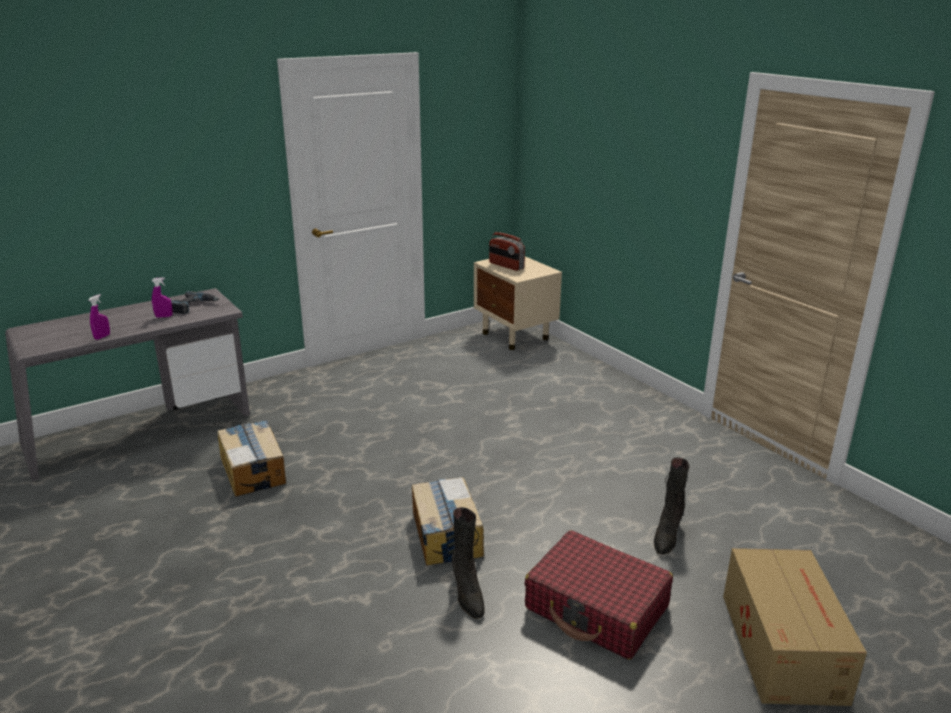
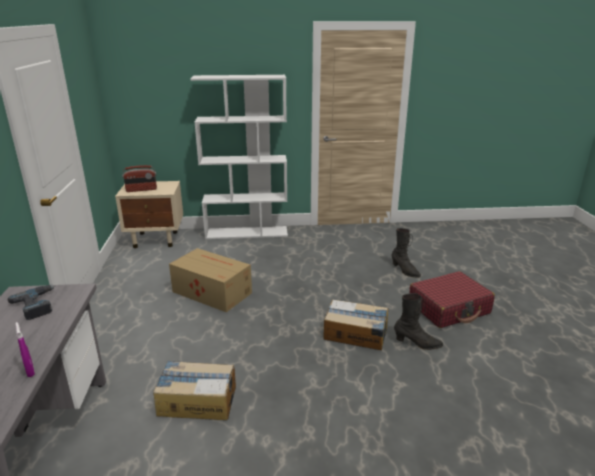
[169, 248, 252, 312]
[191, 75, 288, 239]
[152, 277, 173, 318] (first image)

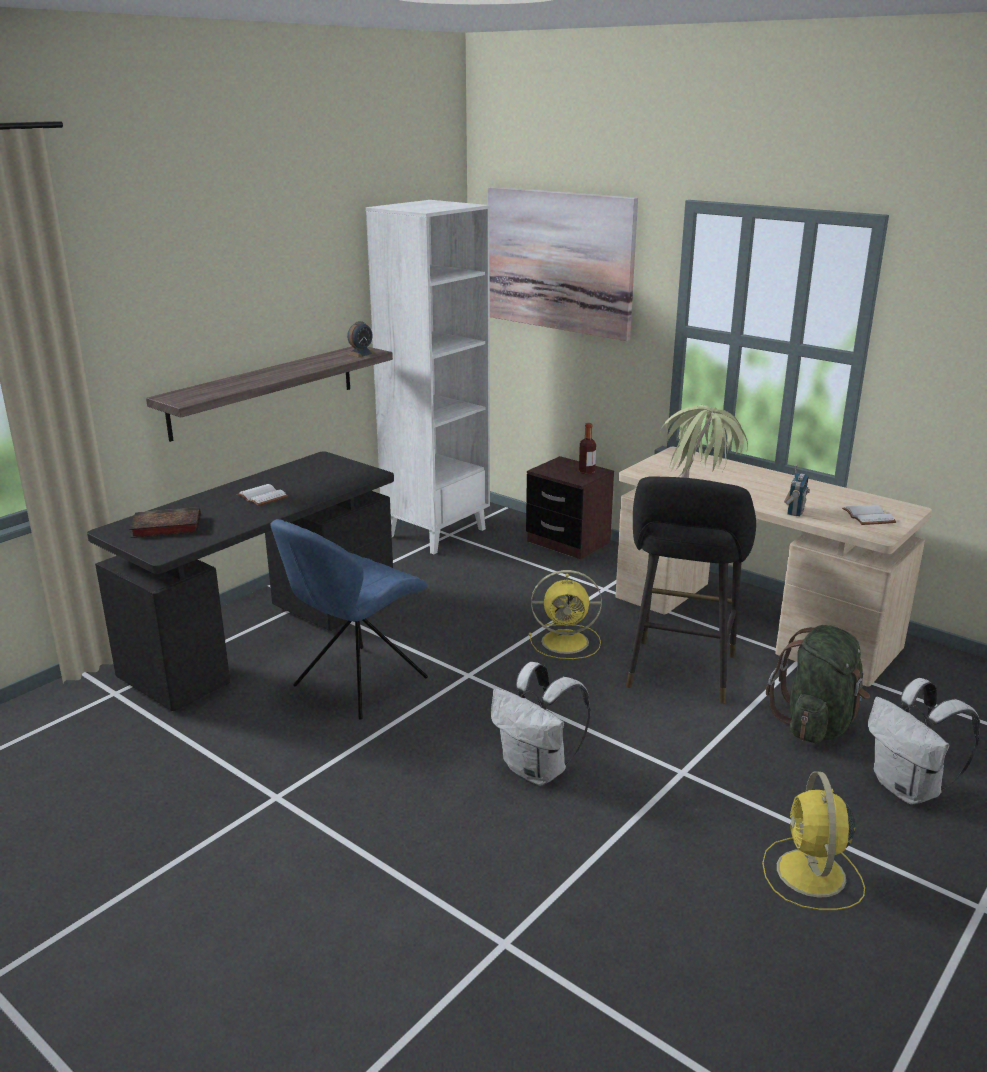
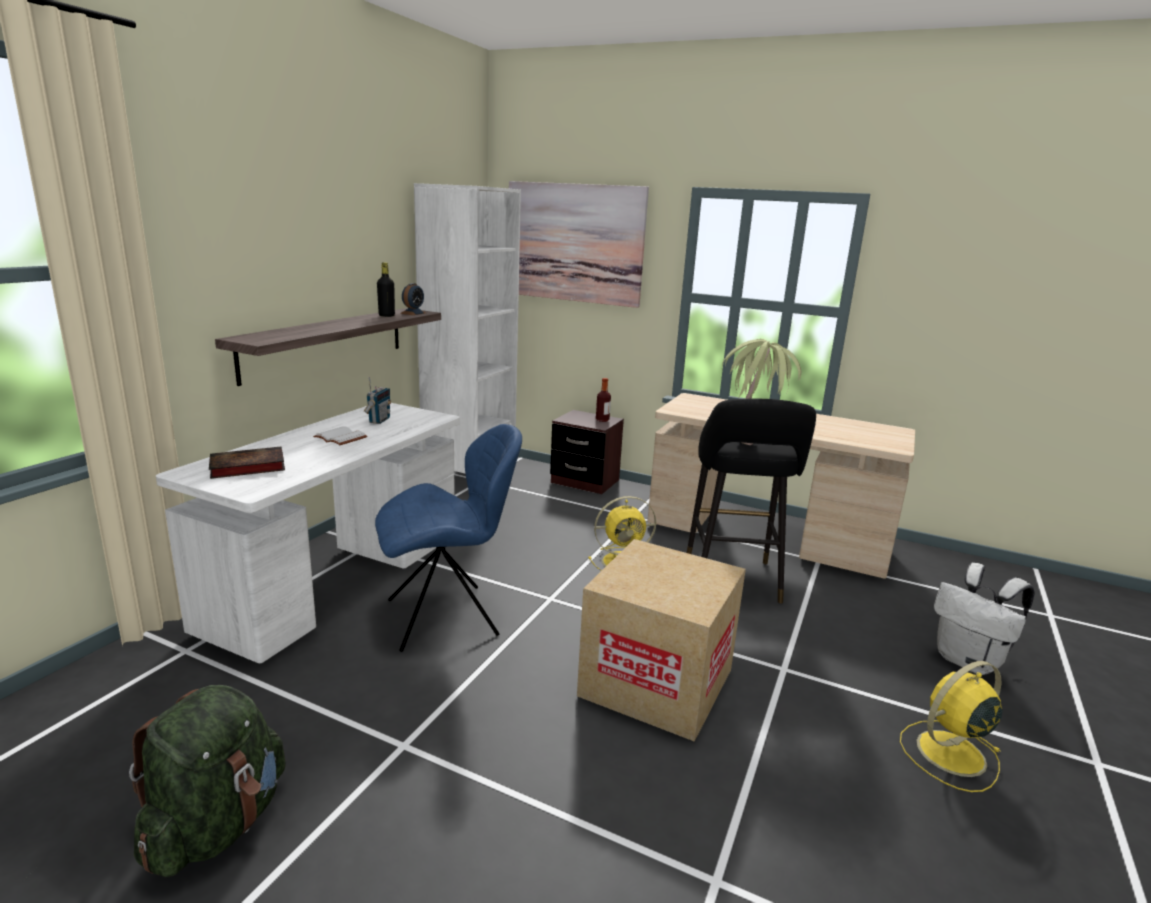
[129, 685, 286, 877]
[156, 403, 460, 663]
[364, 377, 391, 424]
[375, 424, 522, 652]
[377, 262, 395, 317]
[577, 539, 746, 742]
[900, 661, 1002, 792]
[842, 505, 896, 525] (first image)

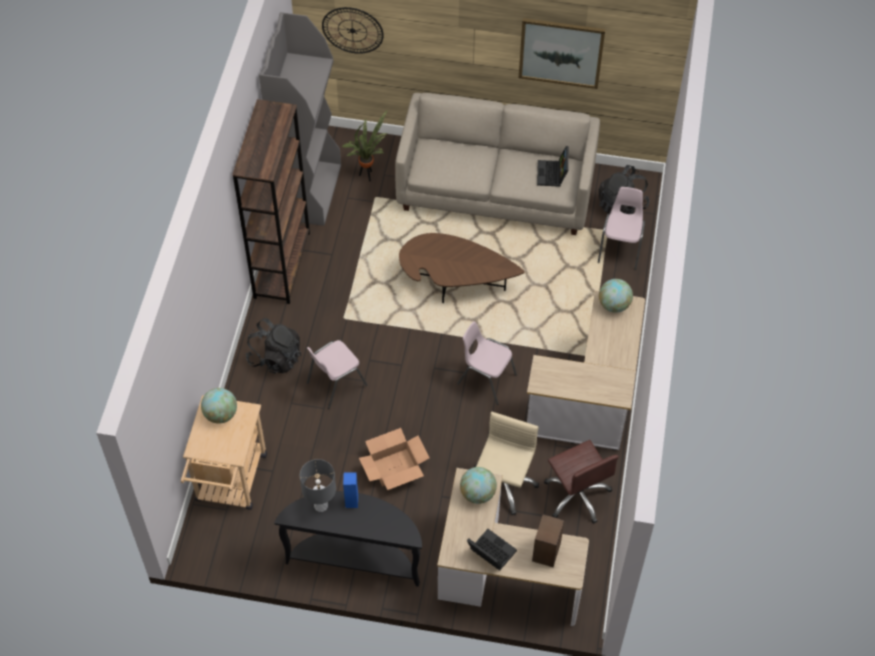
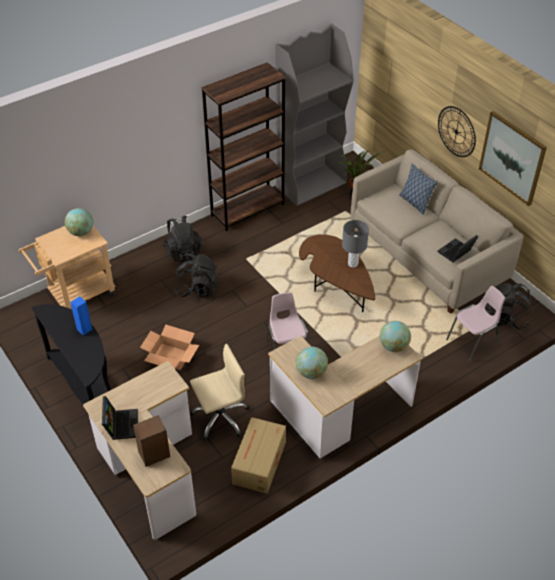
[174, 253, 219, 297]
[231, 417, 286, 494]
[296, 347, 328, 379]
[342, 220, 369, 268]
[399, 163, 437, 215]
[438, 106, 476, 157]

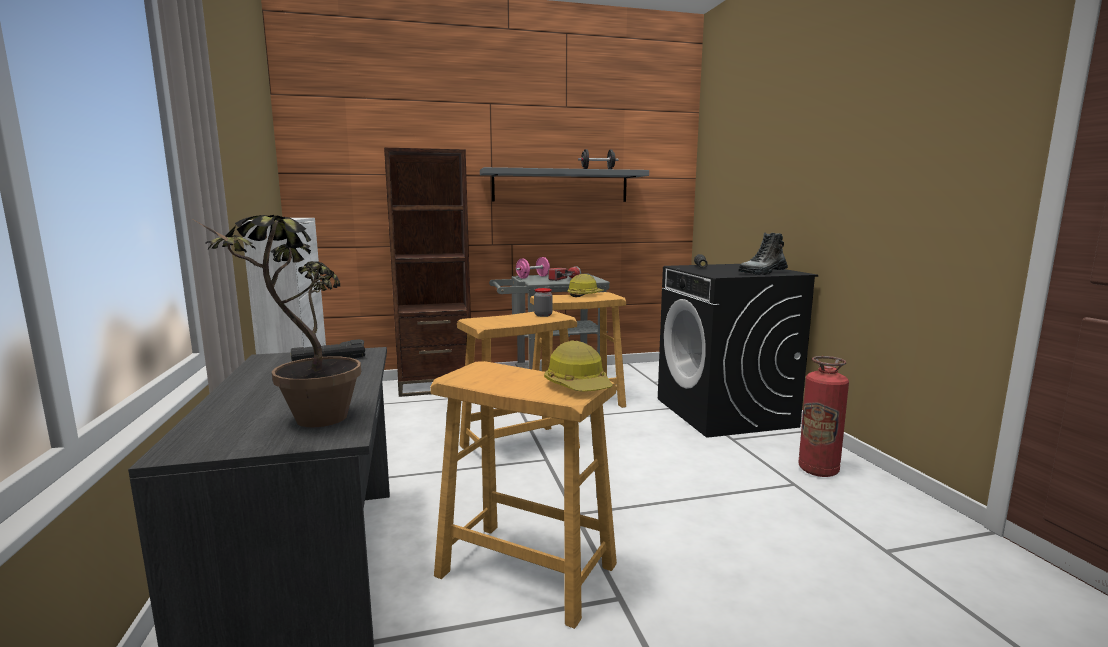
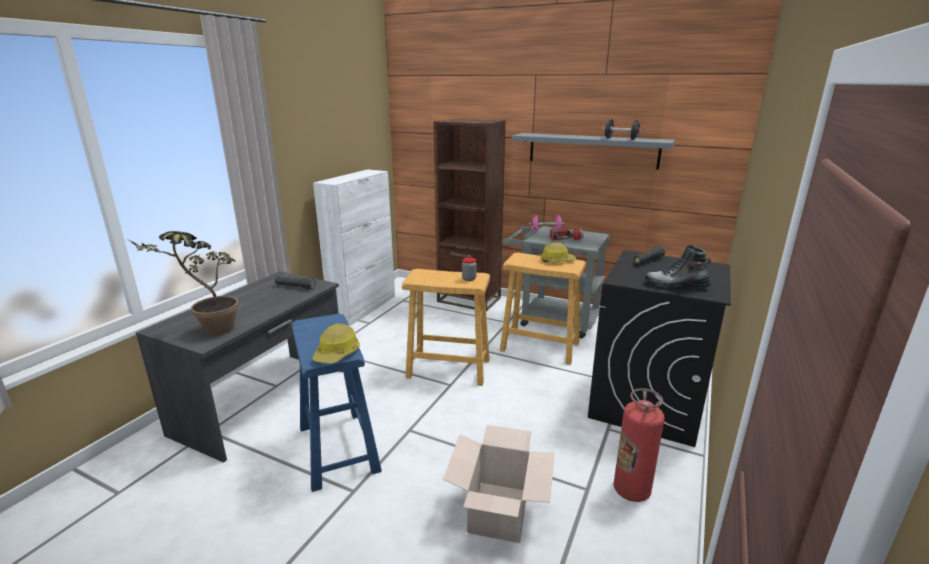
[291, 313, 382, 492]
[443, 425, 555, 543]

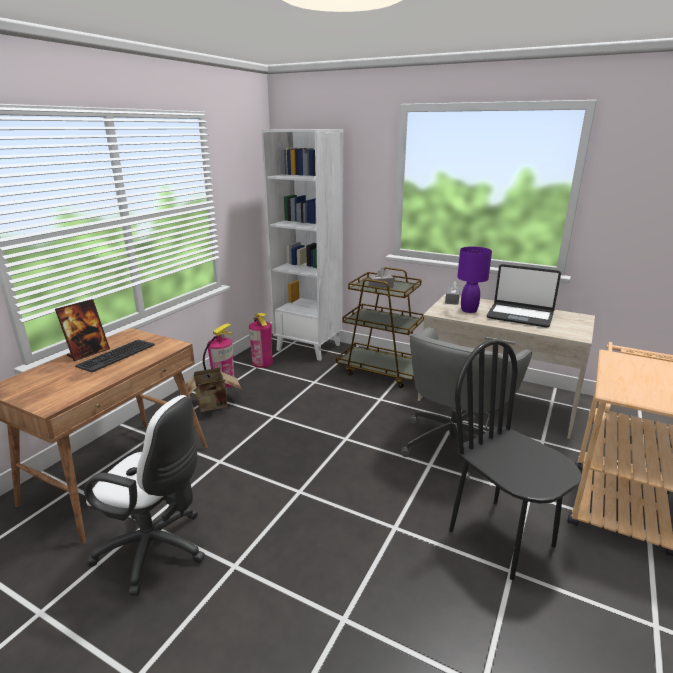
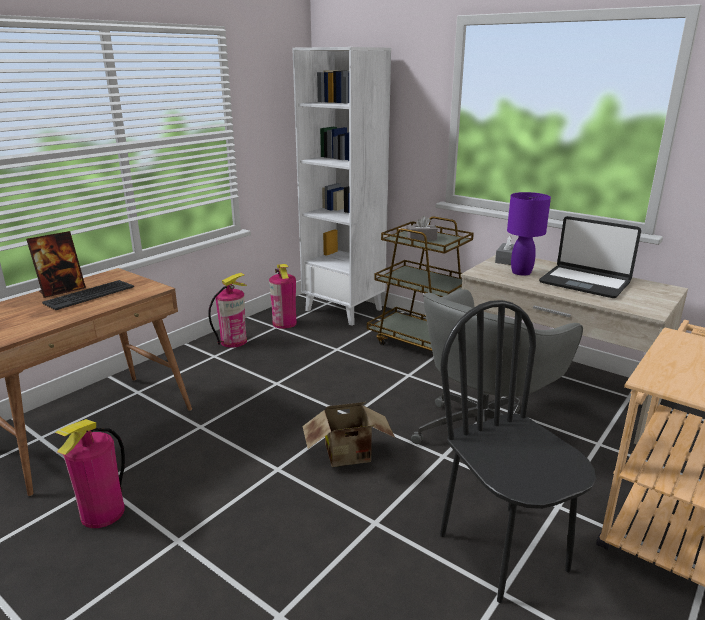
[55, 419, 125, 528]
[302, 402, 395, 467]

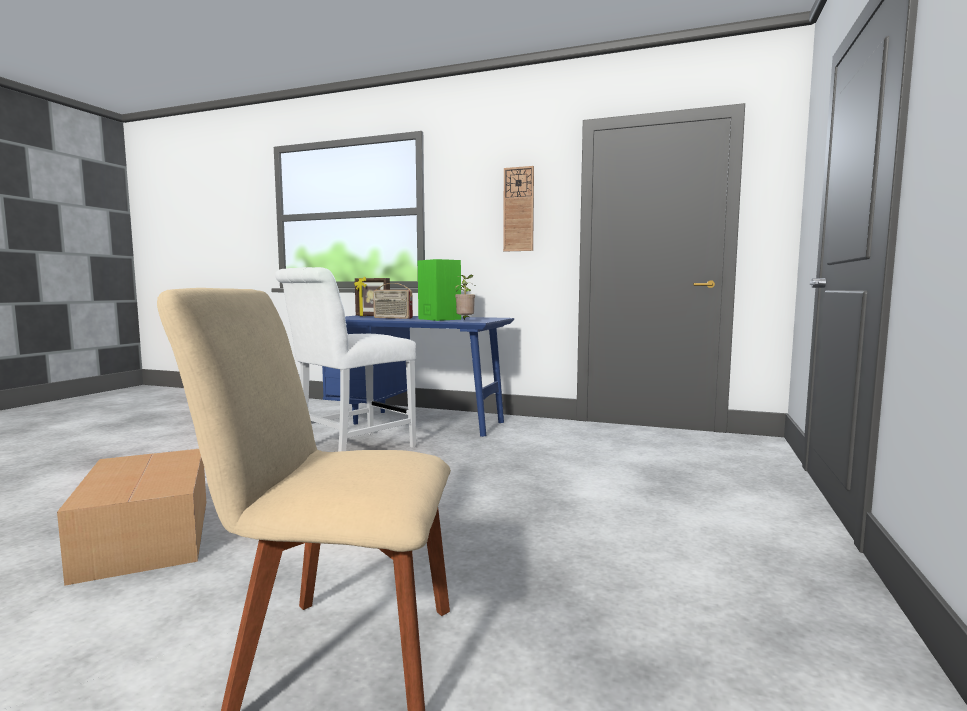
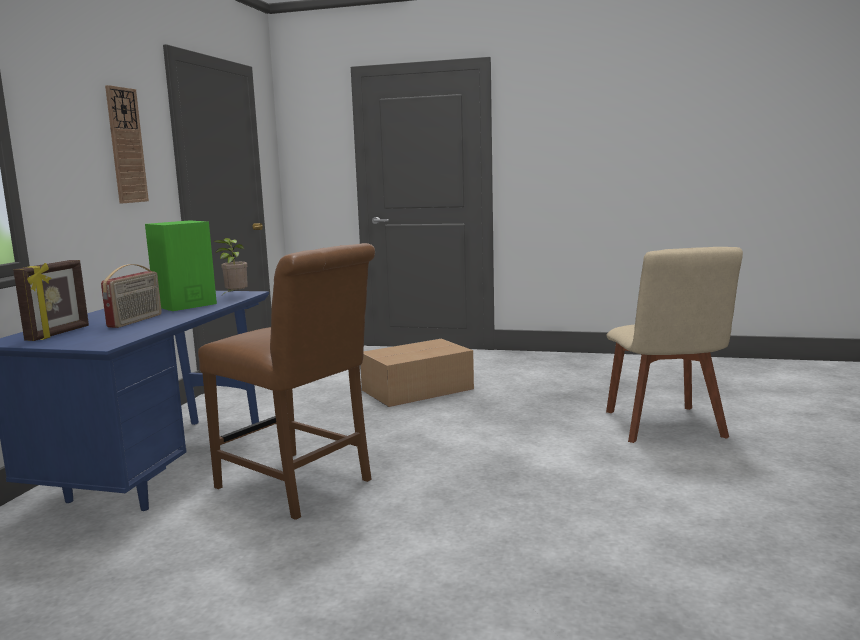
[198, 243, 375, 520]
[360, 339, 474, 407]

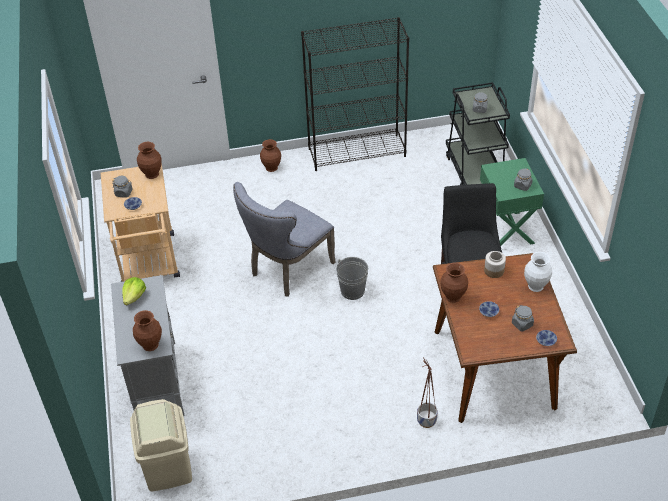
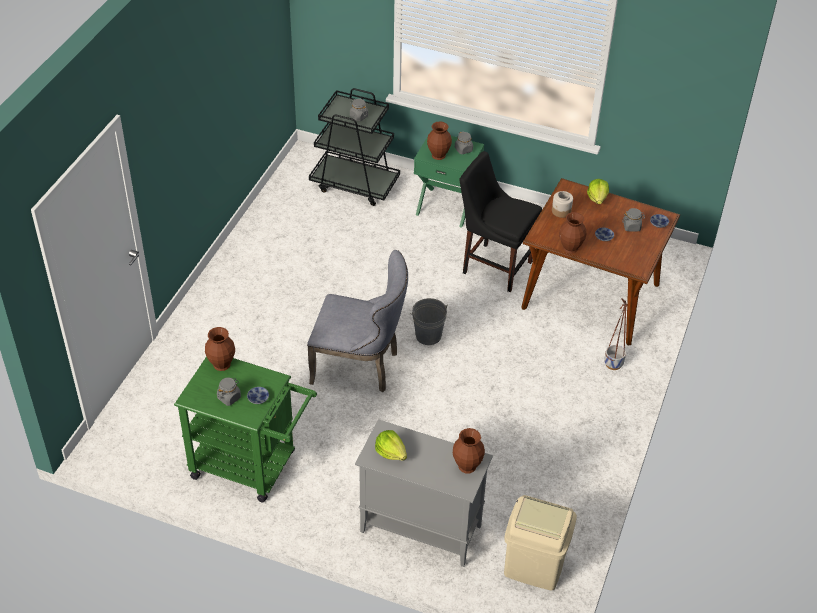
[174, 356, 317, 502]
[307, 250, 408, 392]
[427, 121, 452, 160]
[587, 179, 609, 204]
[301, 17, 409, 171] (first image)

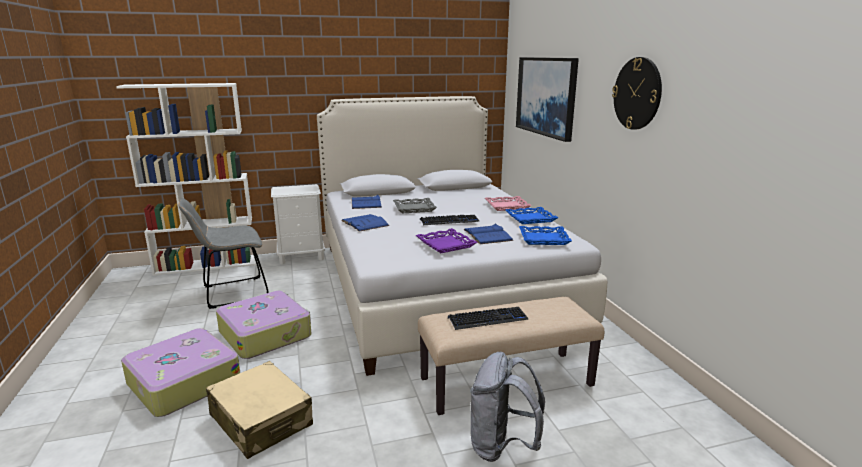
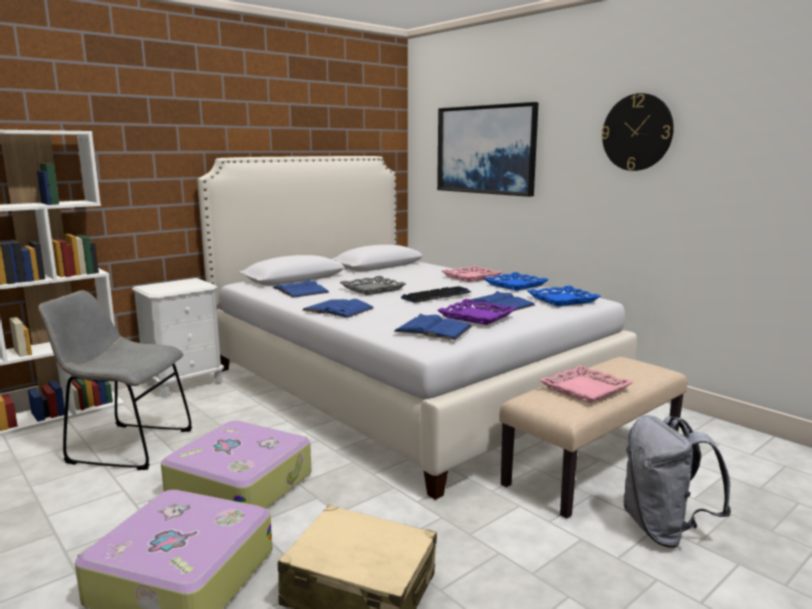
[38, 290, 192, 470]
[393, 314, 472, 340]
[540, 365, 633, 403]

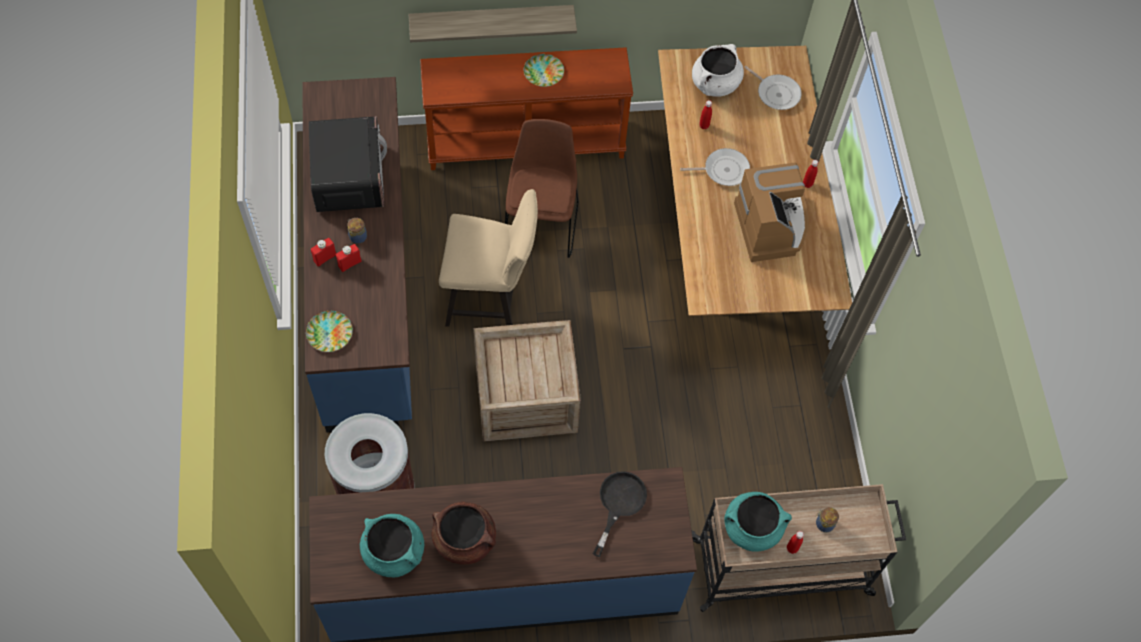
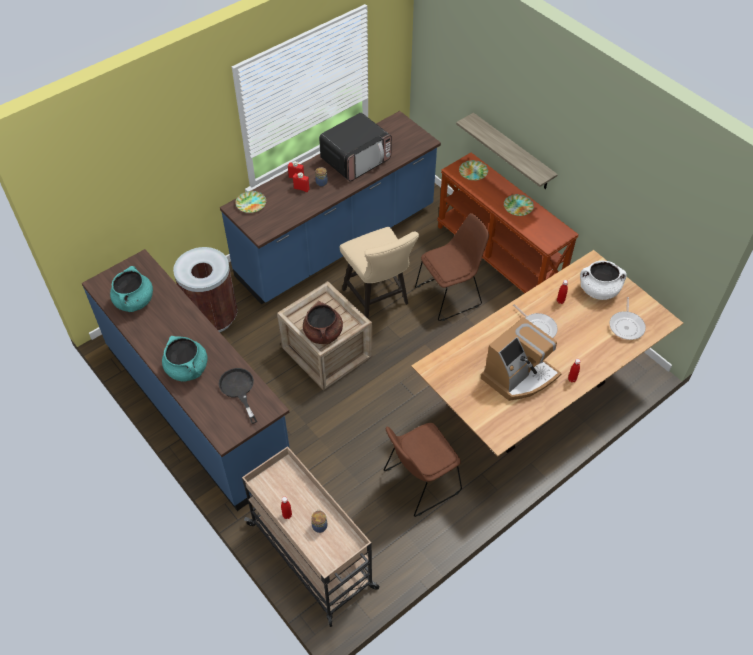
[162, 336, 208, 382]
[219, 368, 257, 424]
[303, 301, 343, 344]
[384, 423, 462, 517]
[459, 160, 488, 181]

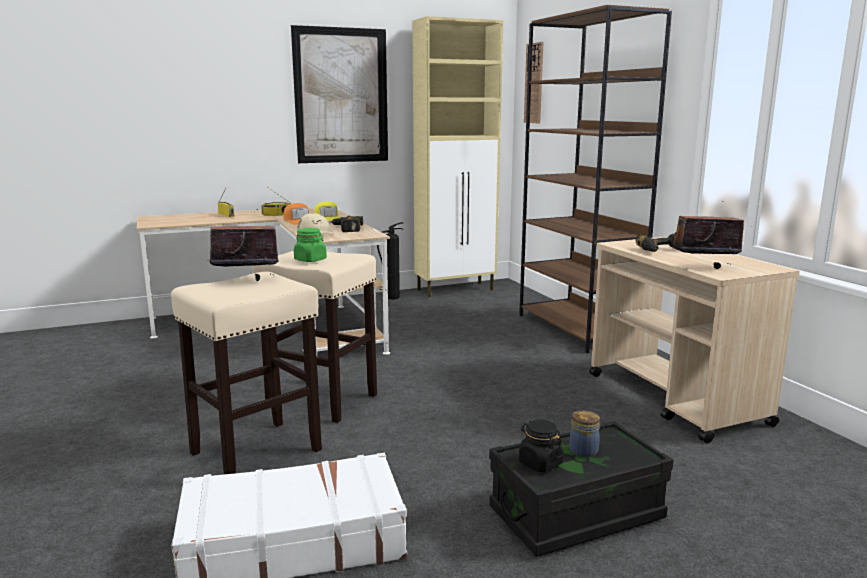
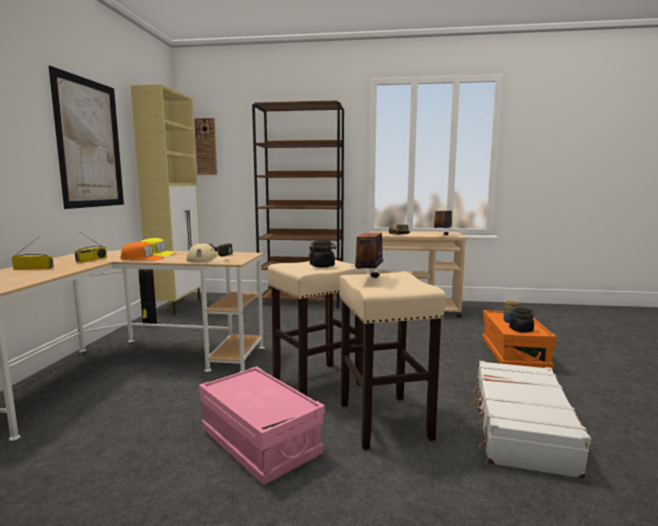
[199, 366, 325, 485]
[308, 240, 336, 268]
[482, 310, 557, 370]

